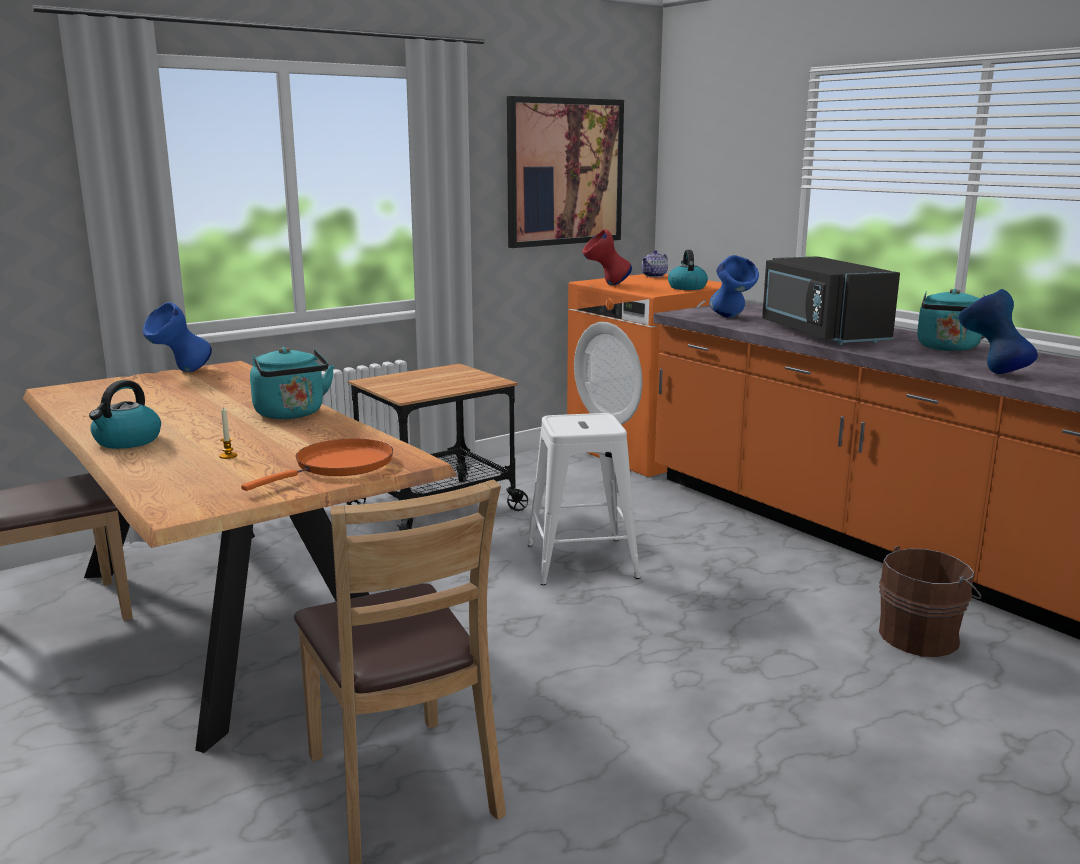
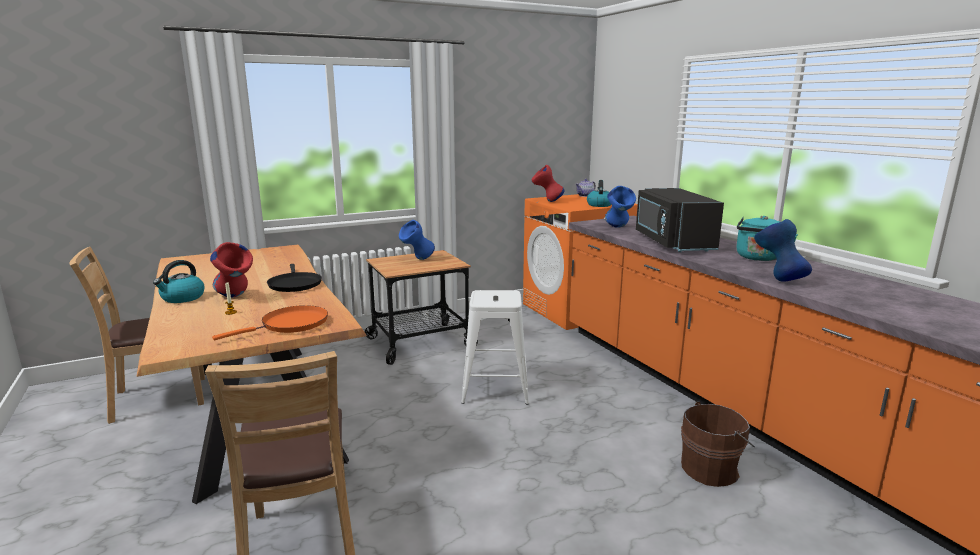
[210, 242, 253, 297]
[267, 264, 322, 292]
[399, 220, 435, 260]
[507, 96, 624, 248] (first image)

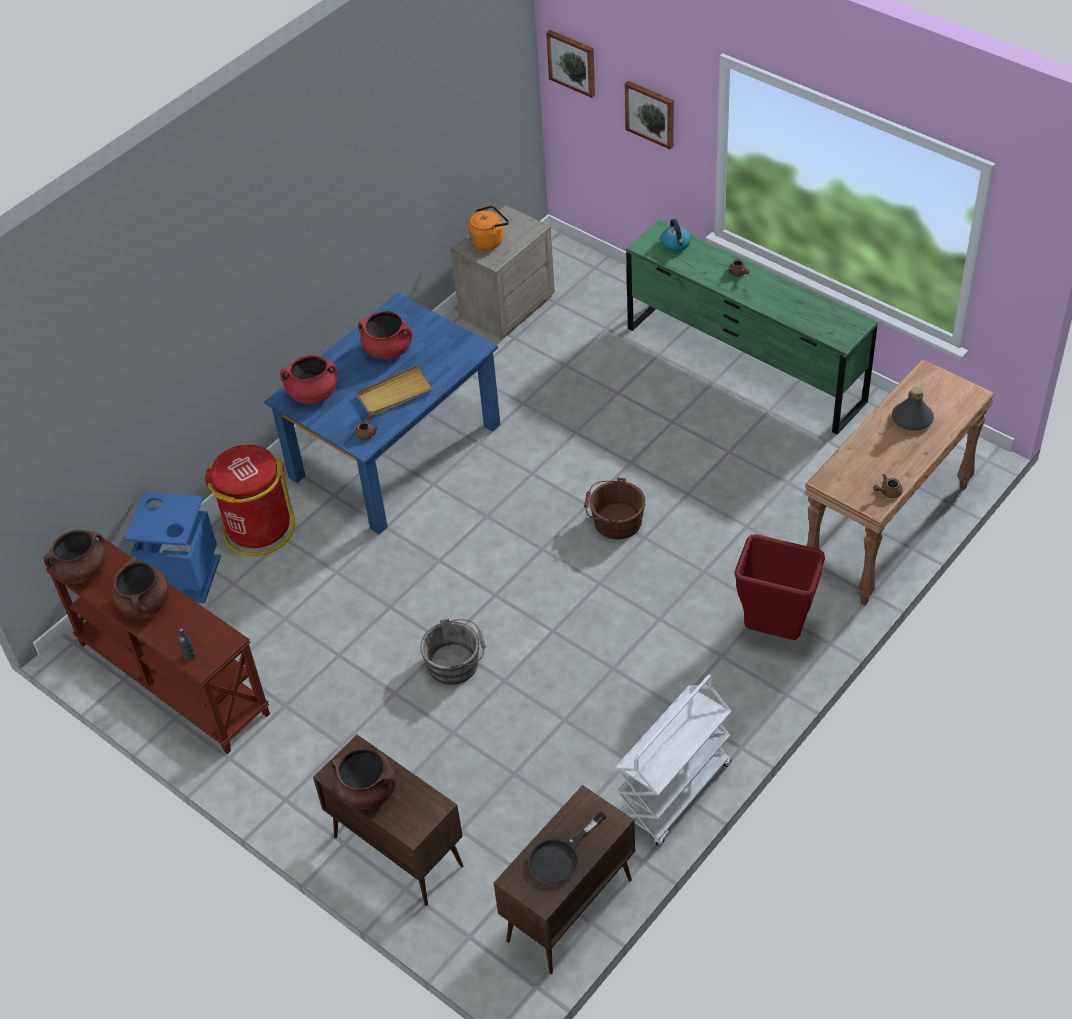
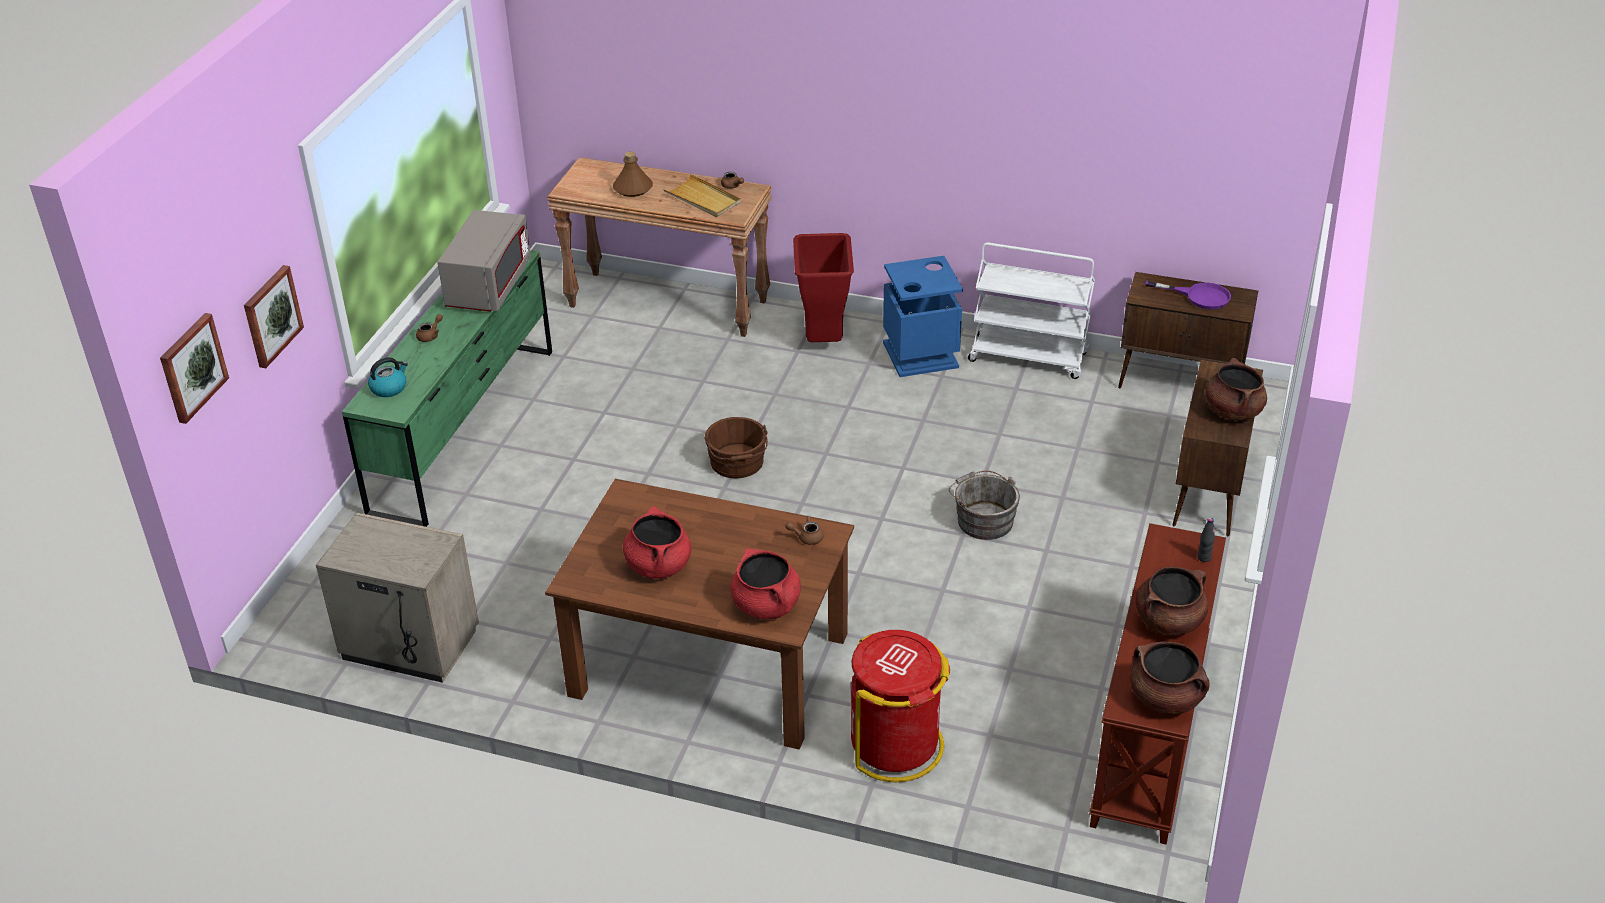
[437, 210, 531, 312]
[545, 479, 854, 750]
[613, 151, 653, 197]
[663, 174, 741, 217]
[883, 256, 963, 377]
[1146, 281, 1231, 310]
[468, 206, 509, 250] (first image)

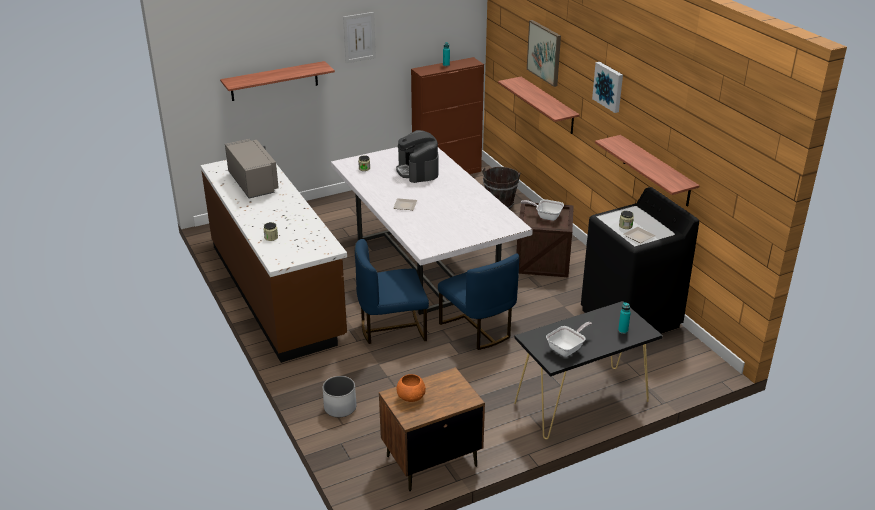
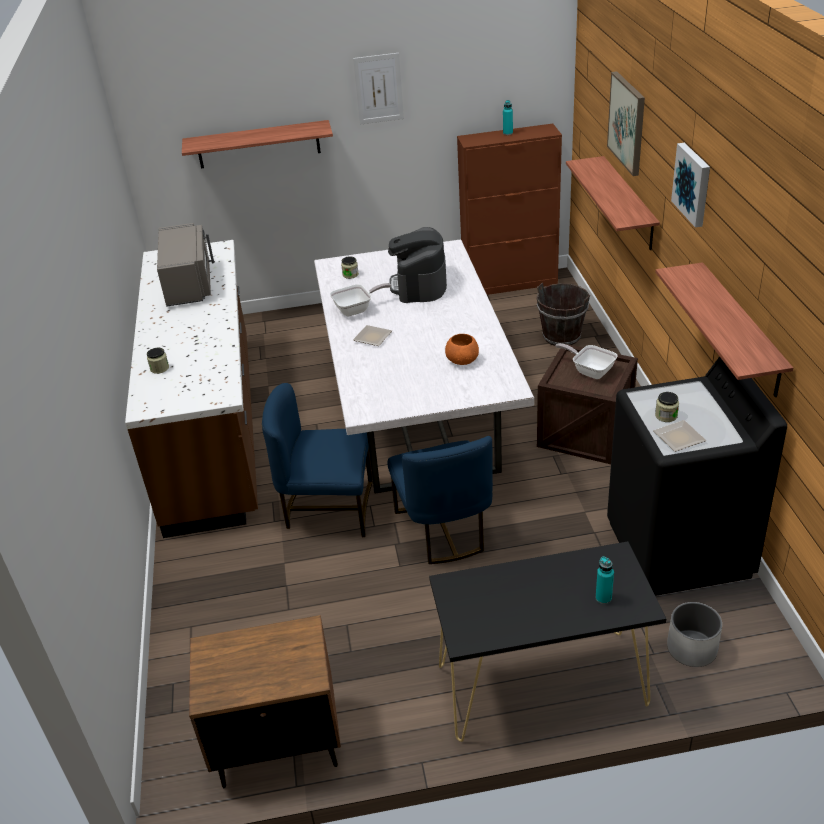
[330, 283, 391, 316]
[445, 334, 479, 365]
[667, 602, 722, 667]

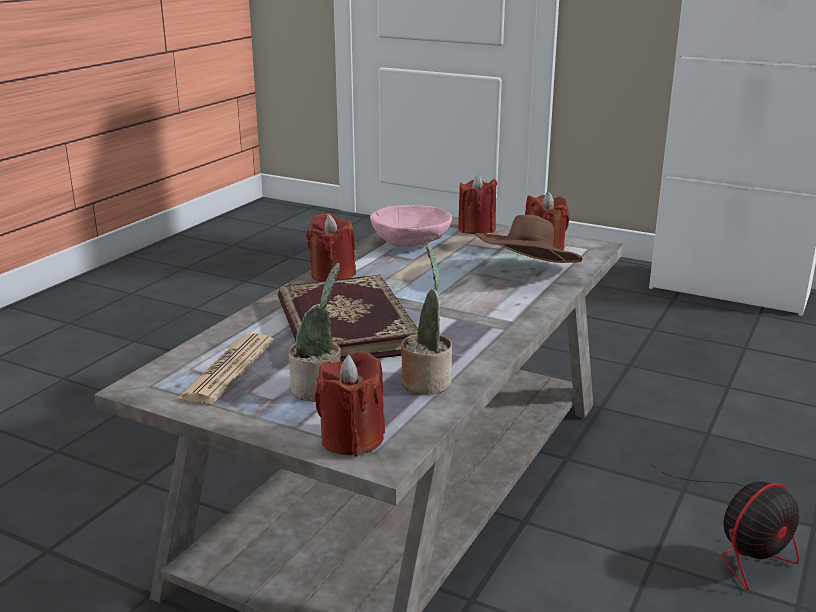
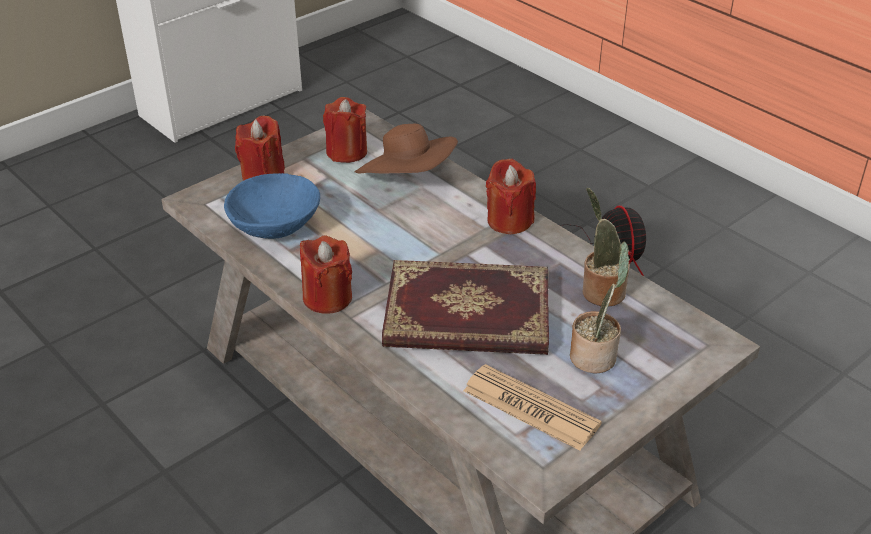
[224, 173, 320, 239]
[486, 159, 536, 234]

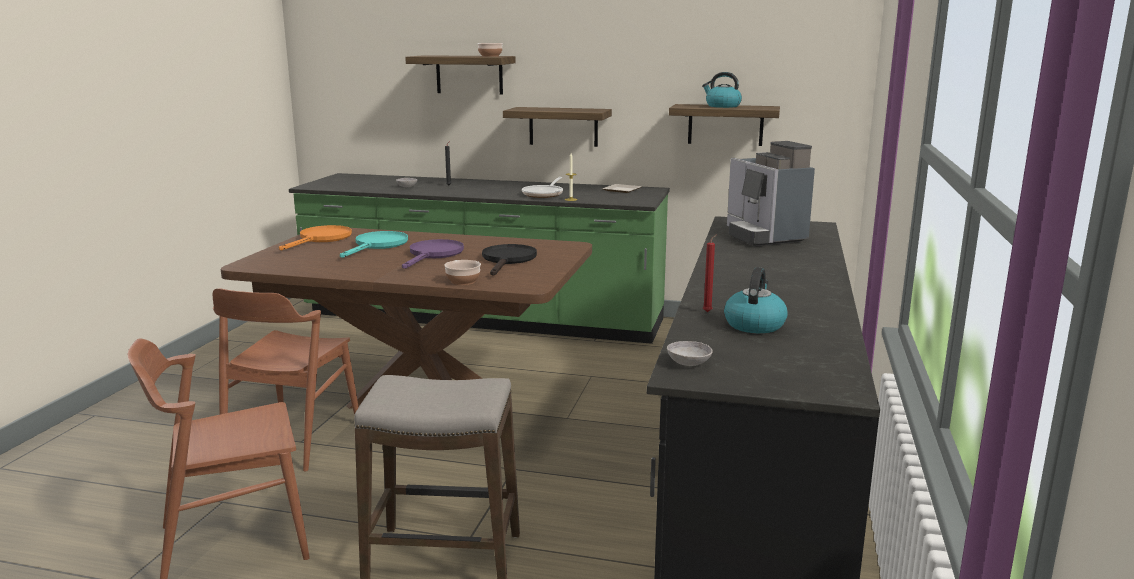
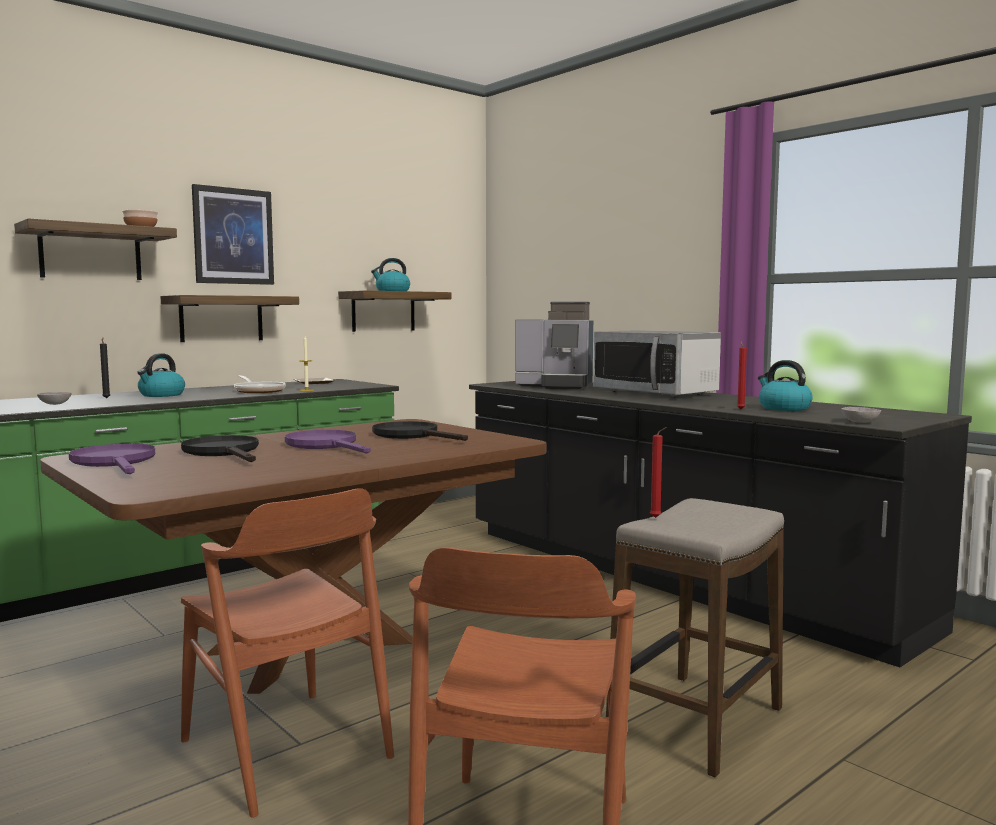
[69, 443, 155, 474]
[137, 353, 185, 397]
[181, 435, 259, 462]
[192, 184, 274, 285]
[593, 330, 721, 398]
[650, 427, 667, 518]
[444, 260, 481, 285] (first image)

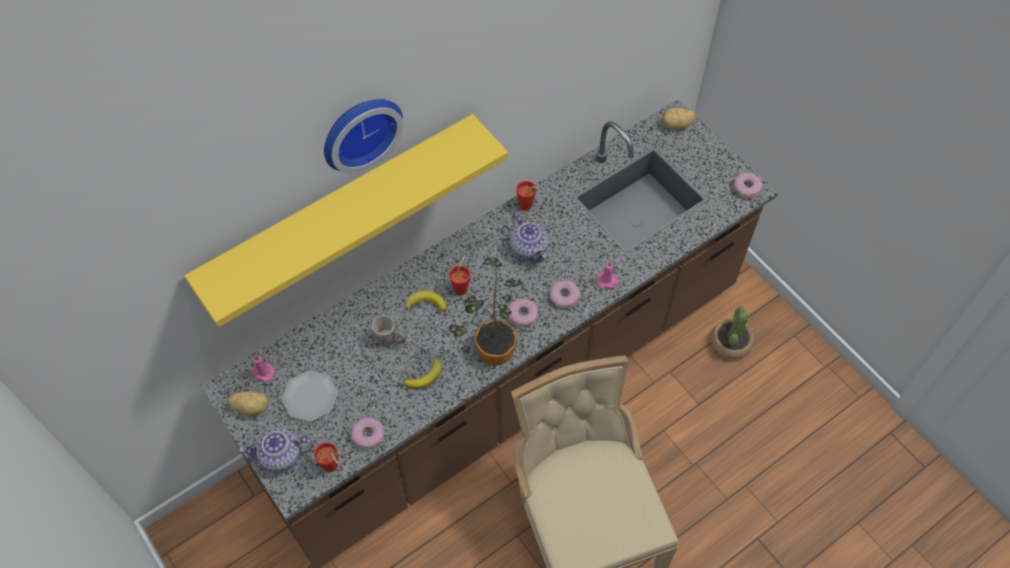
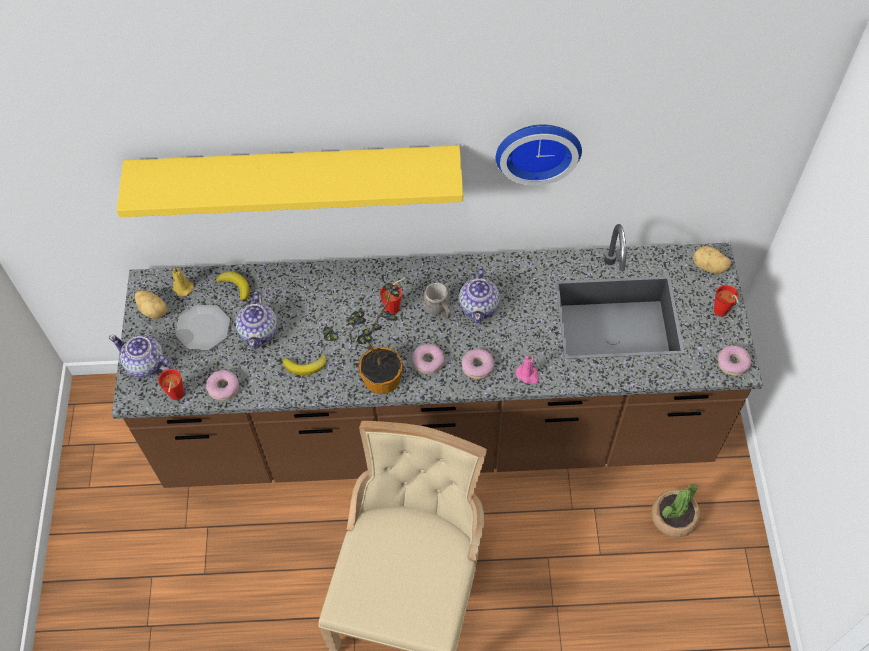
[173, 267, 194, 297]
[216, 271, 250, 301]
[236, 291, 278, 349]
[424, 283, 451, 319]
[496, 124, 582, 185]
[714, 285, 739, 317]

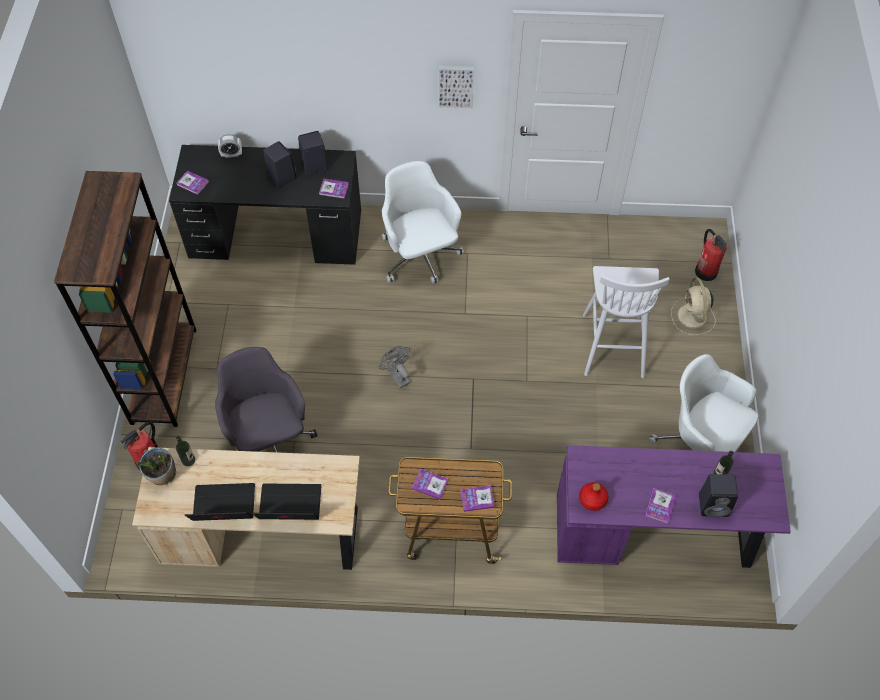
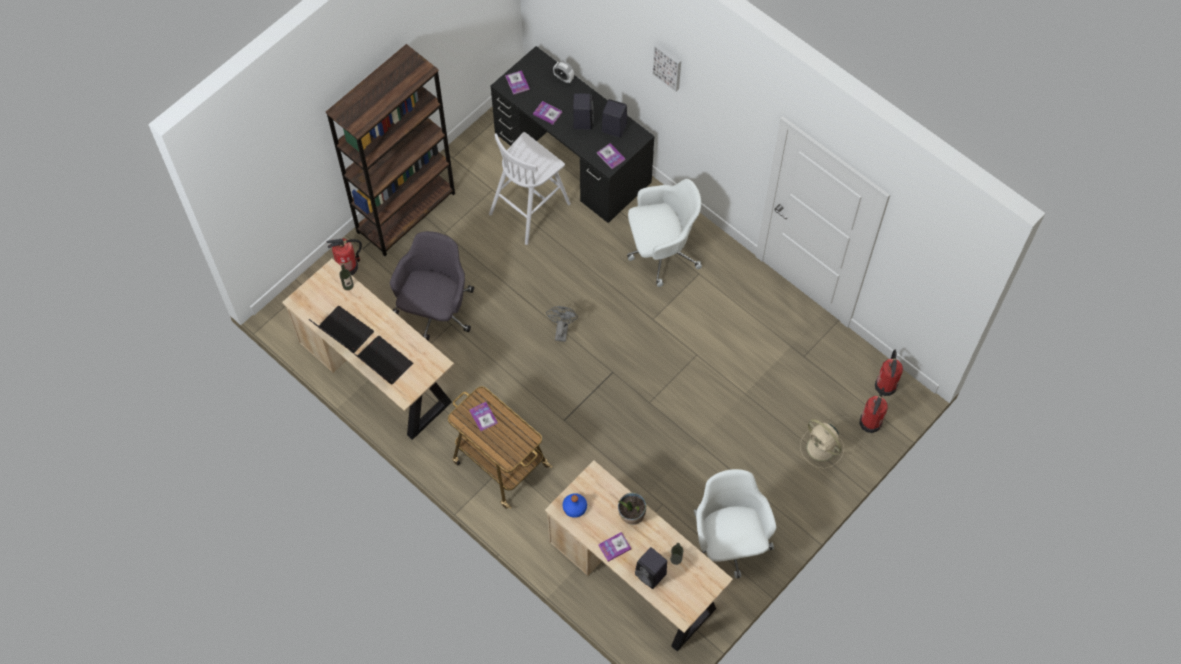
[489, 132, 571, 245]
[533, 101, 562, 125]
[545, 461, 733, 651]
[563, 493, 587, 518]
[618, 492, 646, 525]
[627, 179, 702, 287]
[652, 43, 681, 92]
[800, 419, 844, 469]
[875, 350, 903, 396]

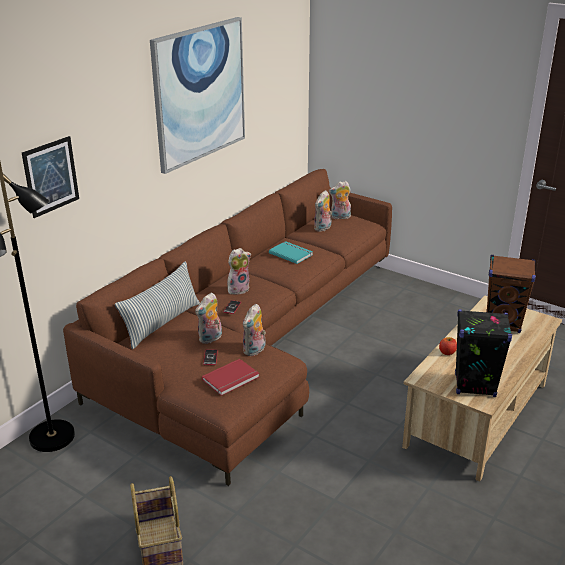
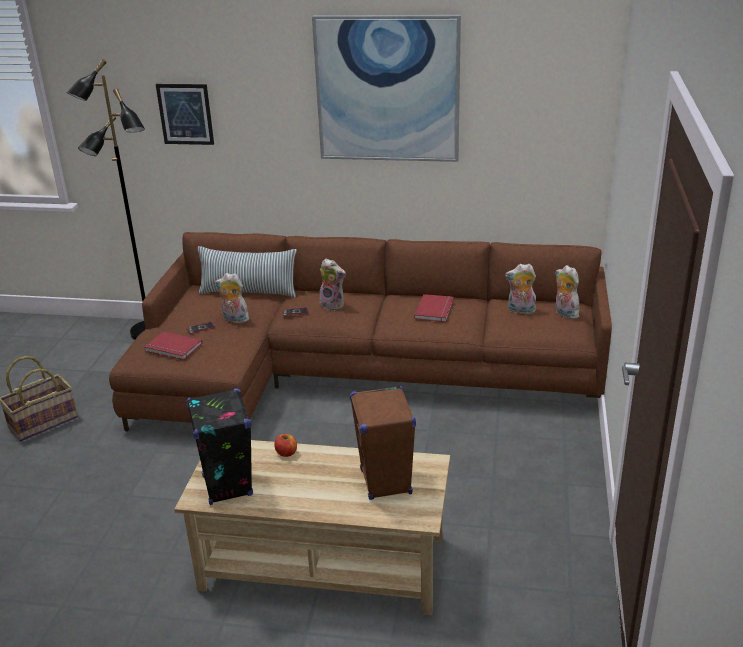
[414, 294, 453, 322]
[243, 304, 266, 356] (first image)

